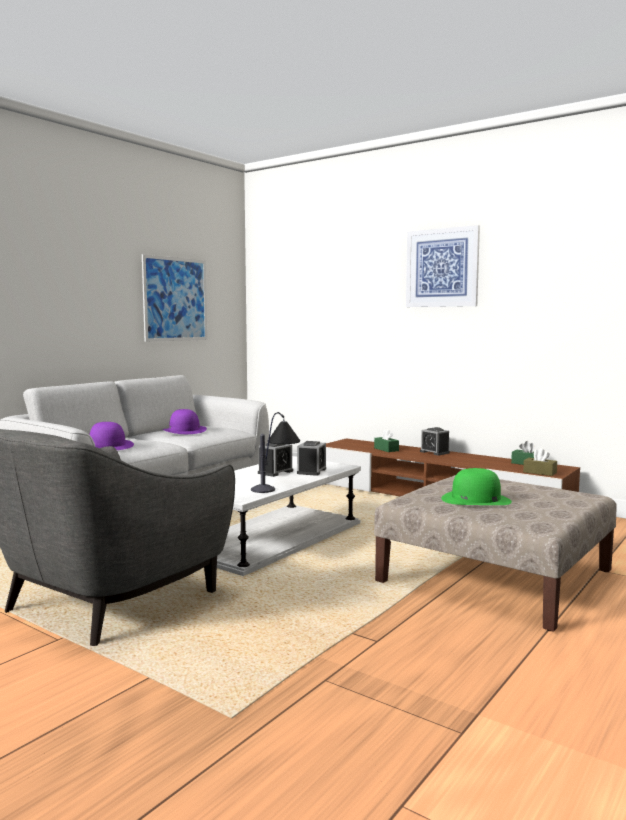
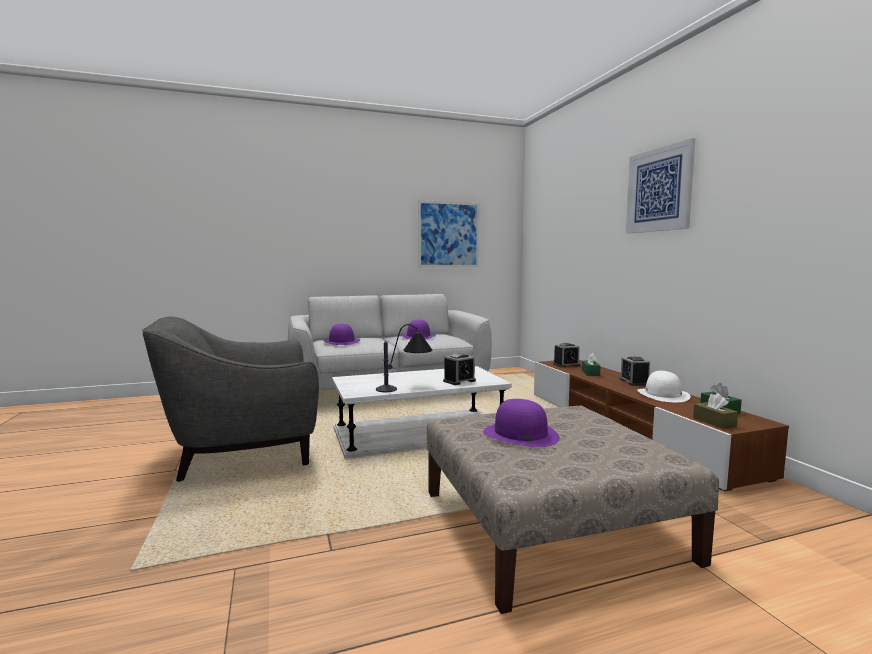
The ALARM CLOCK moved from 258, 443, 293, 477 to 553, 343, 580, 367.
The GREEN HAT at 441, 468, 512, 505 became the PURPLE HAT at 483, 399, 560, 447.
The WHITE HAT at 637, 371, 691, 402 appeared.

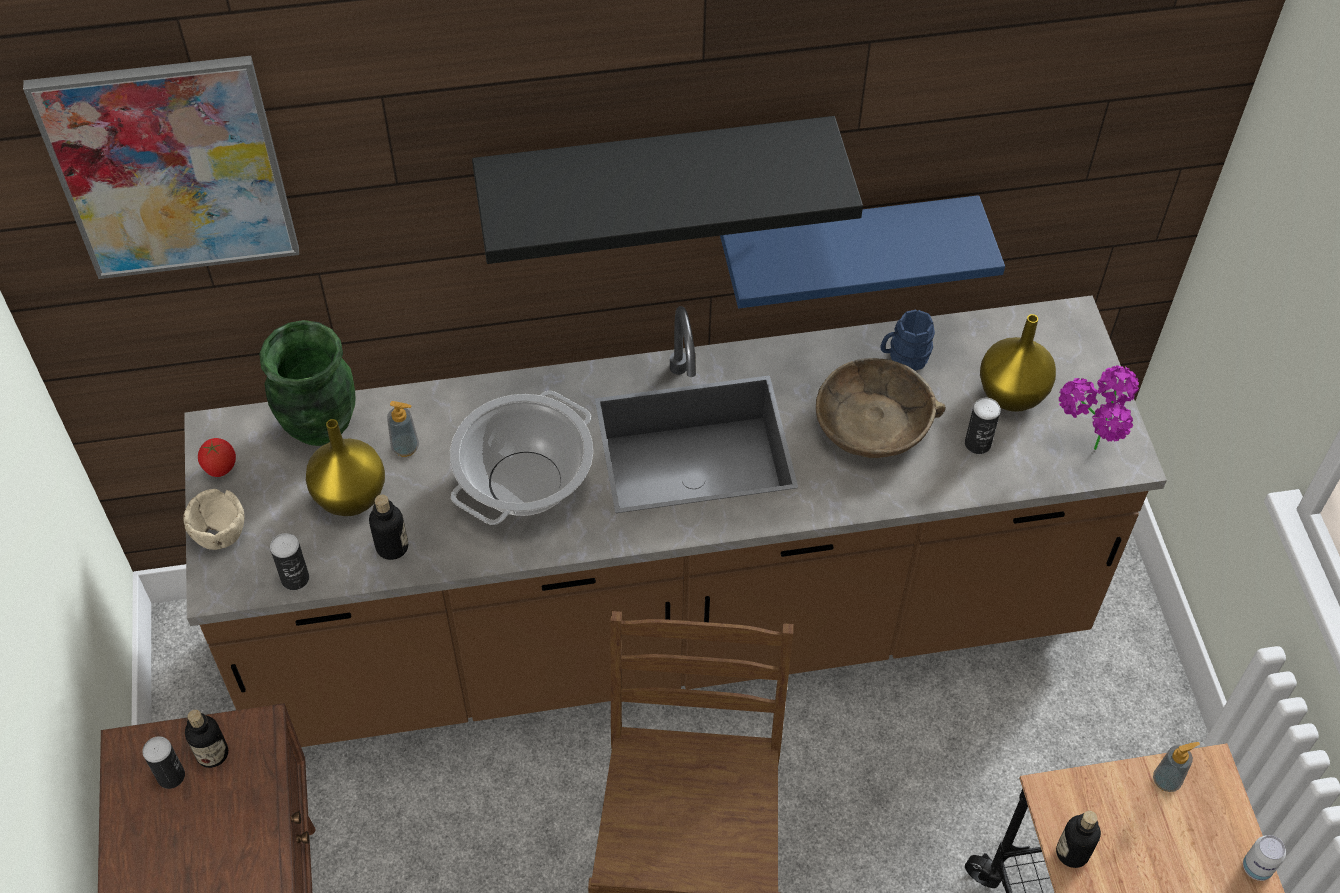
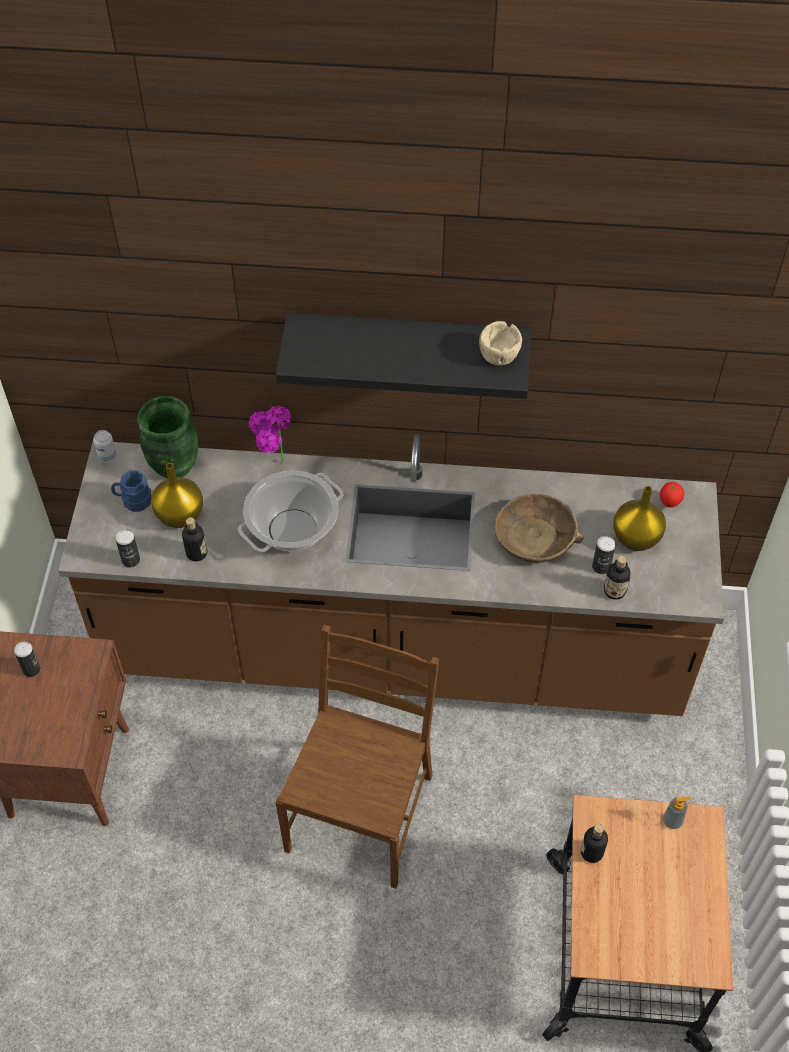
The PICTURE at 23, 56, 299, 279 disappeared.
The BEIGE BOWL moved from 183, 489, 245, 550 to 479, 321, 522, 365.
The BOTTLE moved from 185, 710, 228, 768 to 604, 556, 631, 600.
The TOMATO moved from 198, 438, 236, 477 to 660, 482, 684, 508.
The SOAP DISPENSER at 387, 401, 419, 457 disappeared.
The BLUE SHELF at 720, 195, 1005, 308 disappeared.
The BLUE MUG moved from 881, 310, 935, 371 to 111, 470, 152, 512.
The POTTED PLANT moved from 1059, 365, 1139, 450 to 248, 405, 291, 463.
The CAN moved from 1243, 835, 1286, 881 to 93, 430, 116, 461.

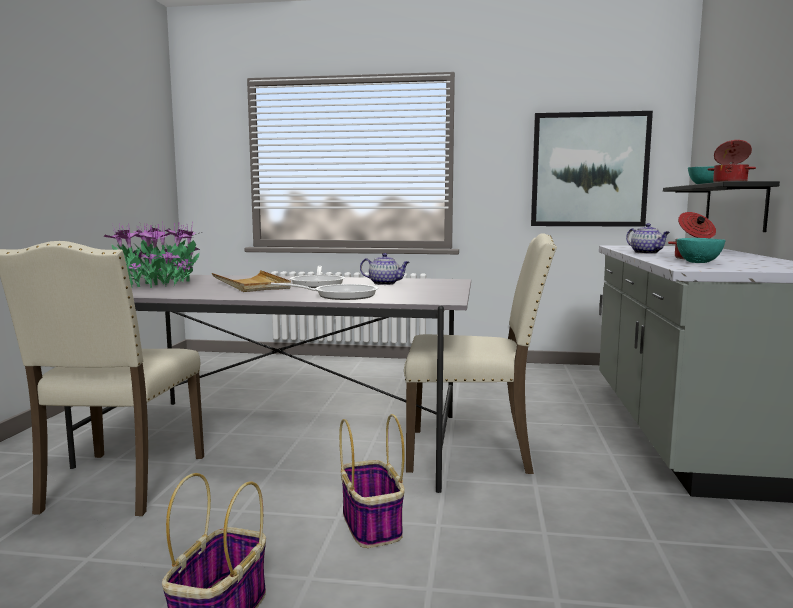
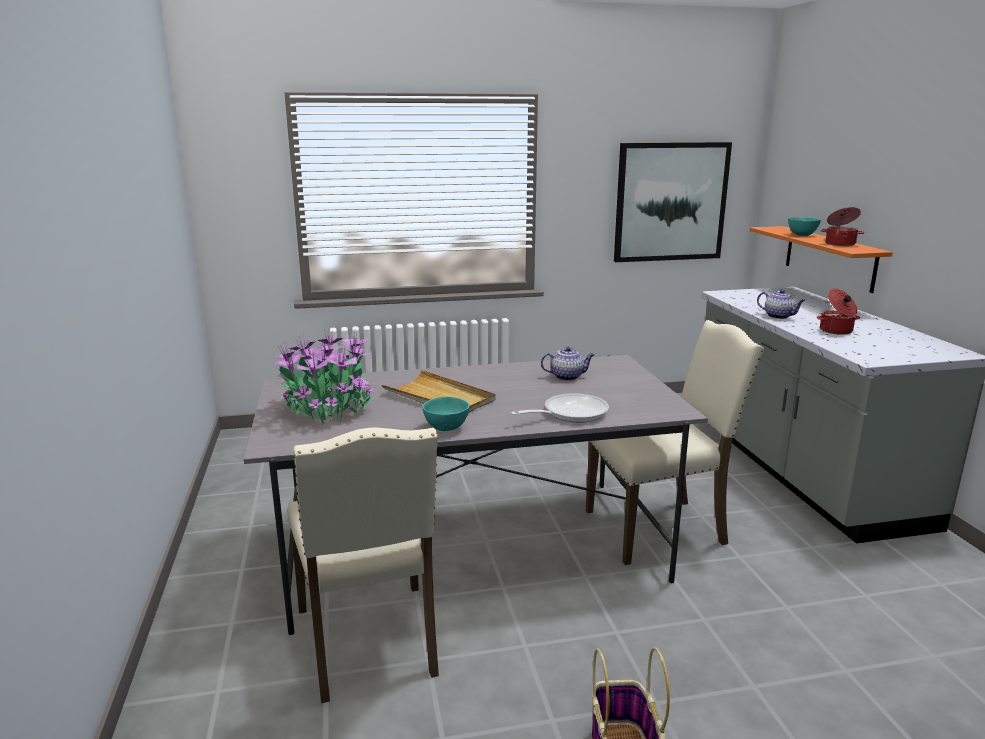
The FRYING PAN at 290, 266, 345, 288 disappeared.
The BASKET at 339, 414, 405, 548 disappeared.
The BLACK SHELF at 663, 181, 780, 232 became the ORANGE SHELF at 749, 226, 893, 293.
The TURQUOISE BOWL moved from 677, 238, 726, 263 to 422, 397, 470, 431.

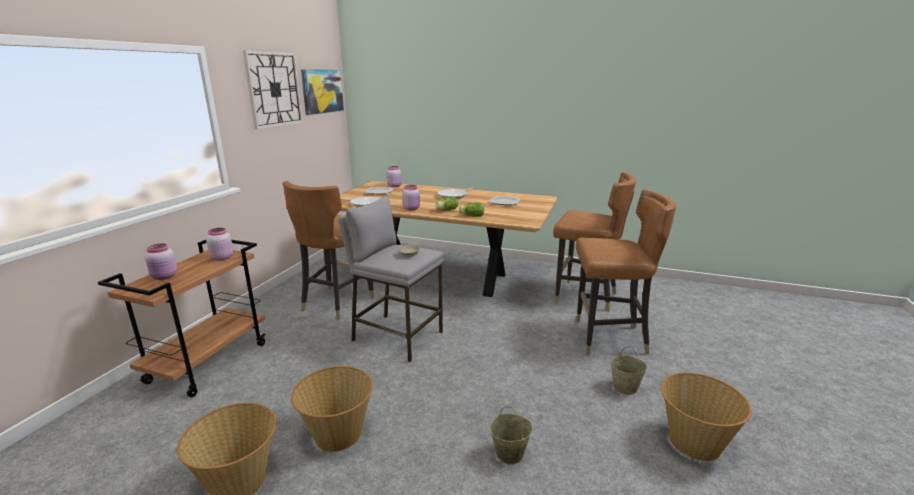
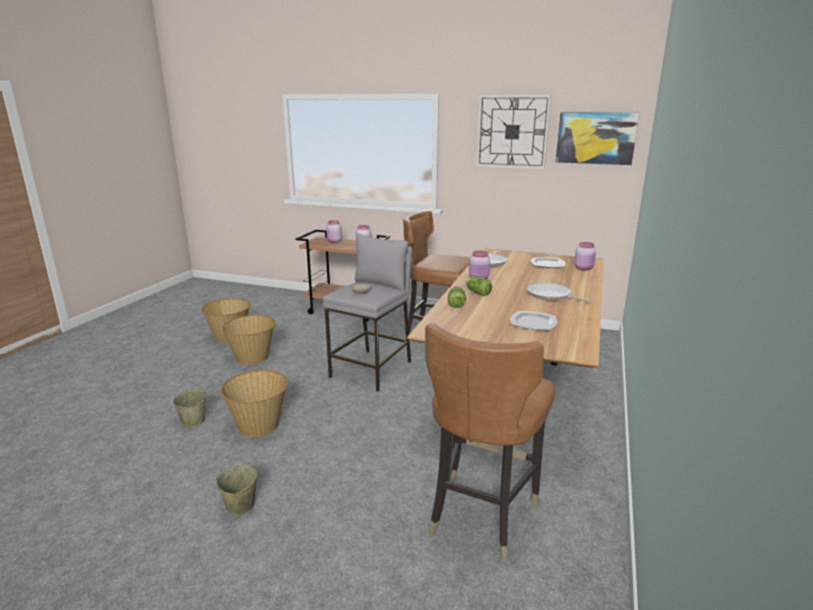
The BROWN CHAIR at 576, 189, 677, 355 disappeared.
The BASKET moved from 660, 372, 752, 461 to 220, 370, 289, 437.

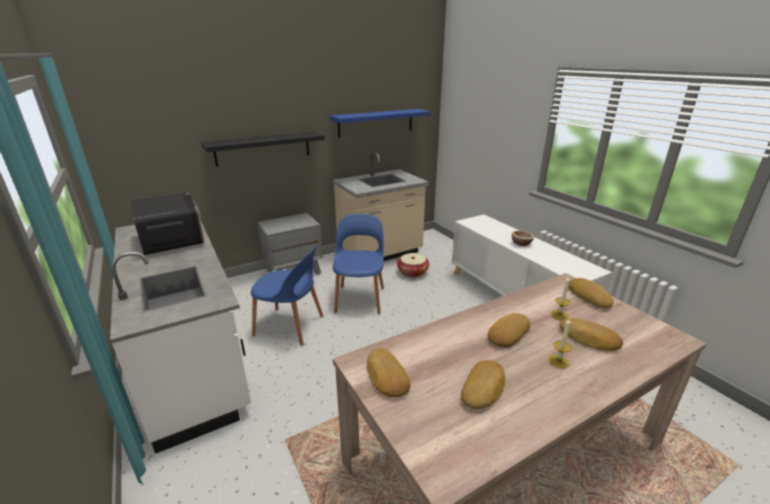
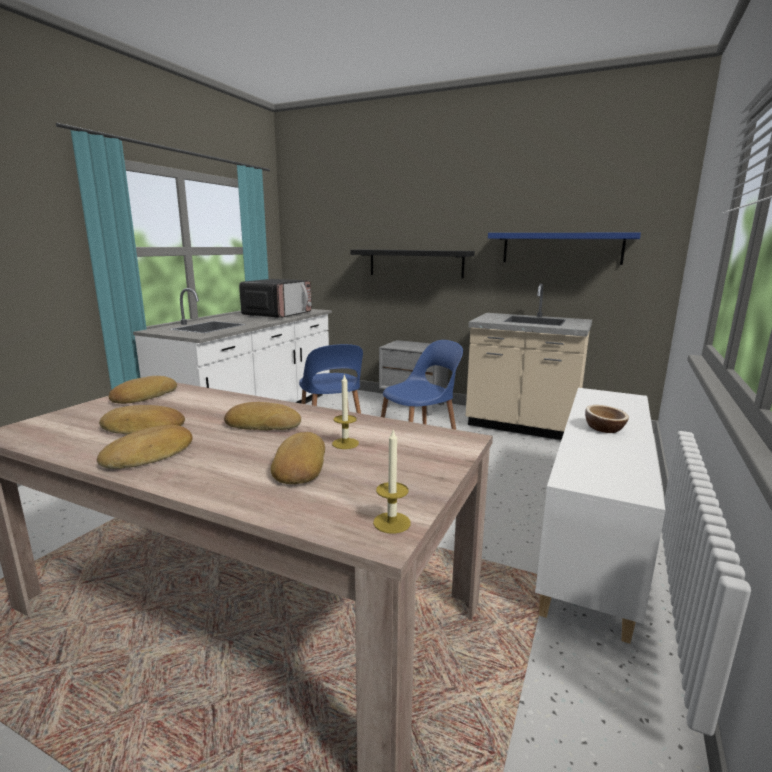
The BASKET at 397, 253, 429, 277 disappeared.
The CANDLE moved from 549, 319, 572, 368 to 373, 430, 411, 534.
The BREAD moved from 568, 278, 614, 309 to 97, 425, 193, 469.

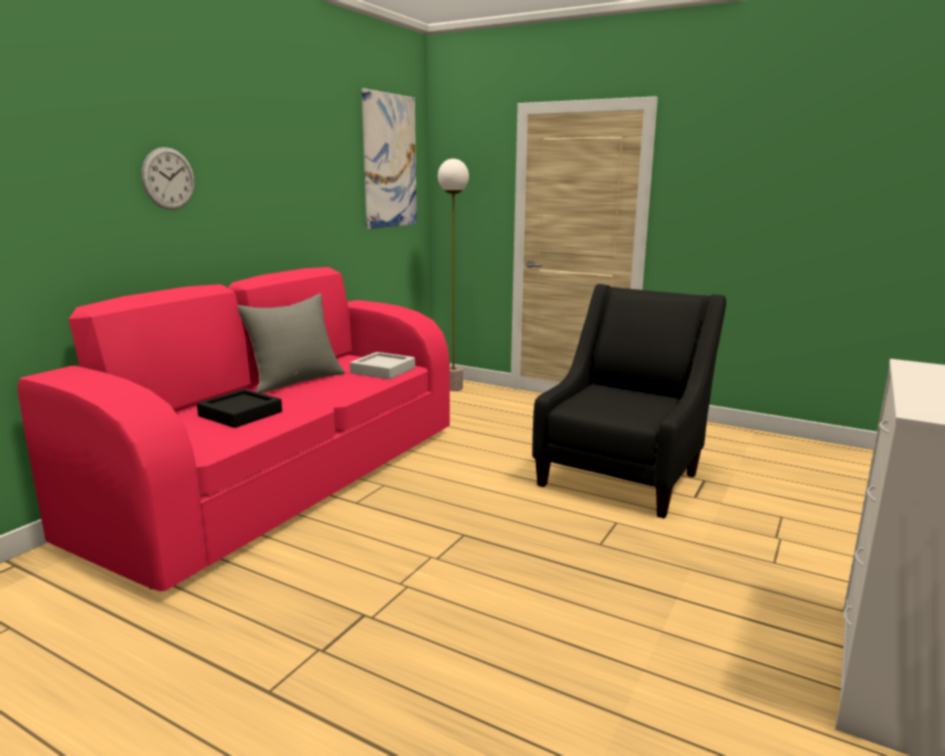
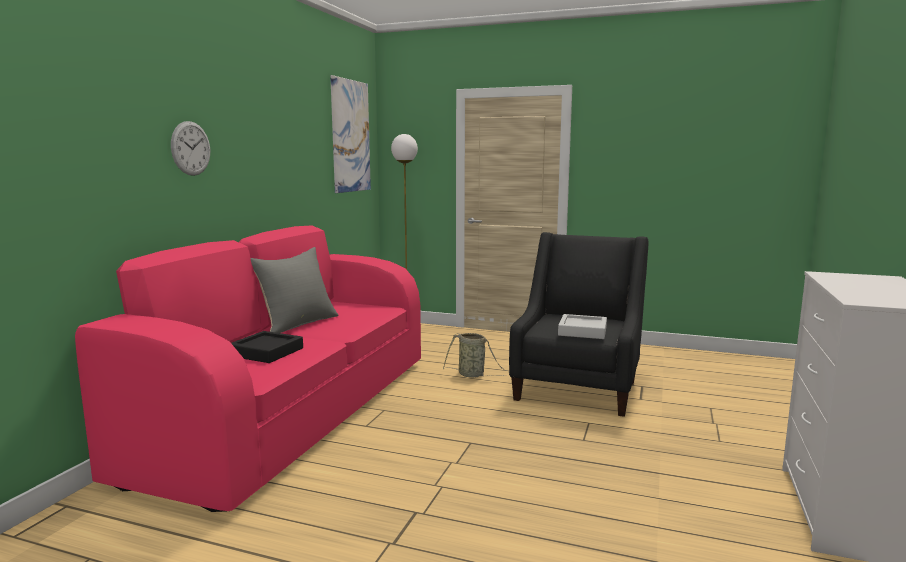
The GREY TRAY moved from 350, 352, 415, 380 to 558, 314, 607, 339.
The BASKET at 443, 333, 508, 378 appeared.

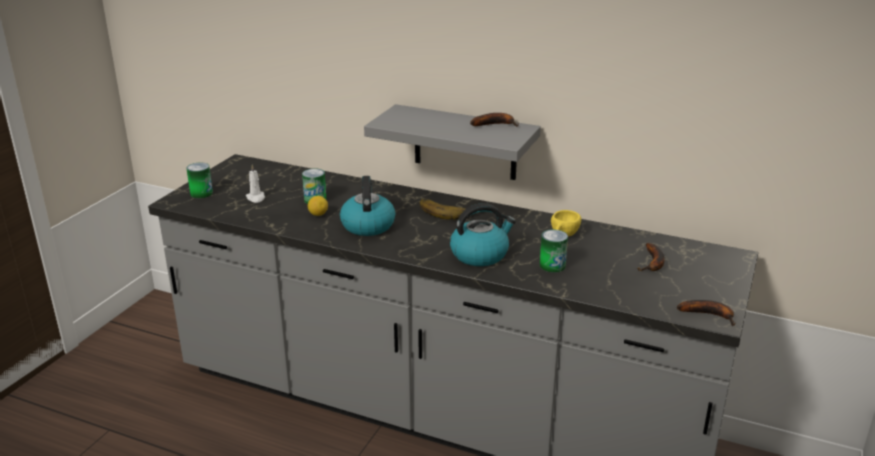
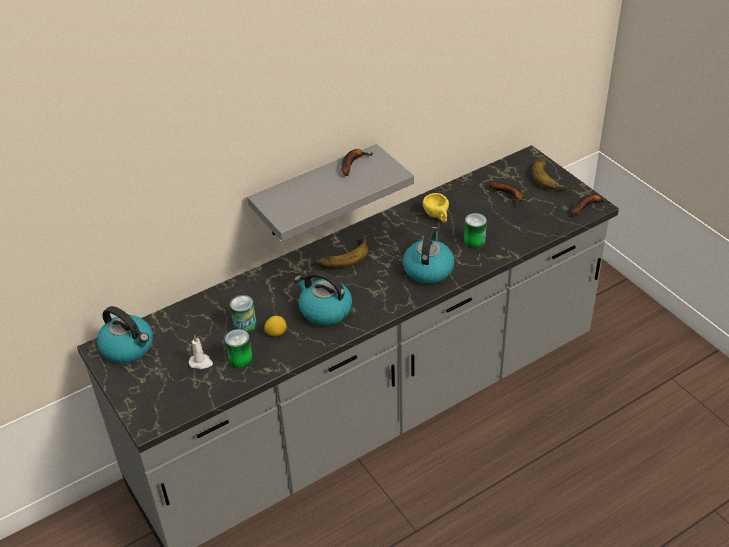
The CAN moved from 186, 163, 213, 198 to 225, 329, 253, 369.
The KETTLE at 97, 306, 153, 363 appeared.
The BANANA at 533, 158, 573, 191 appeared.

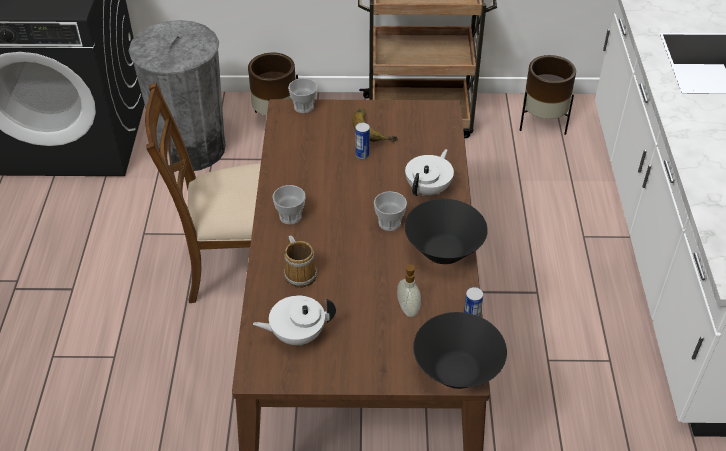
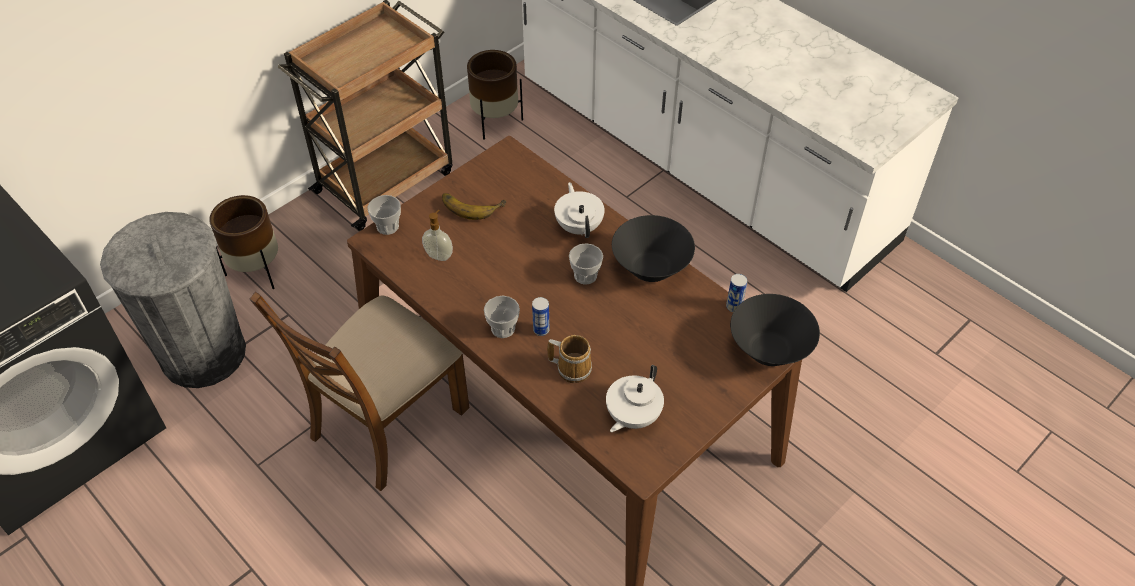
The CAN moved from 355, 123, 370, 159 to 532, 297, 549, 336.
The SOAP DISPENSER moved from 397, 264, 422, 317 to 422, 210, 453, 261.

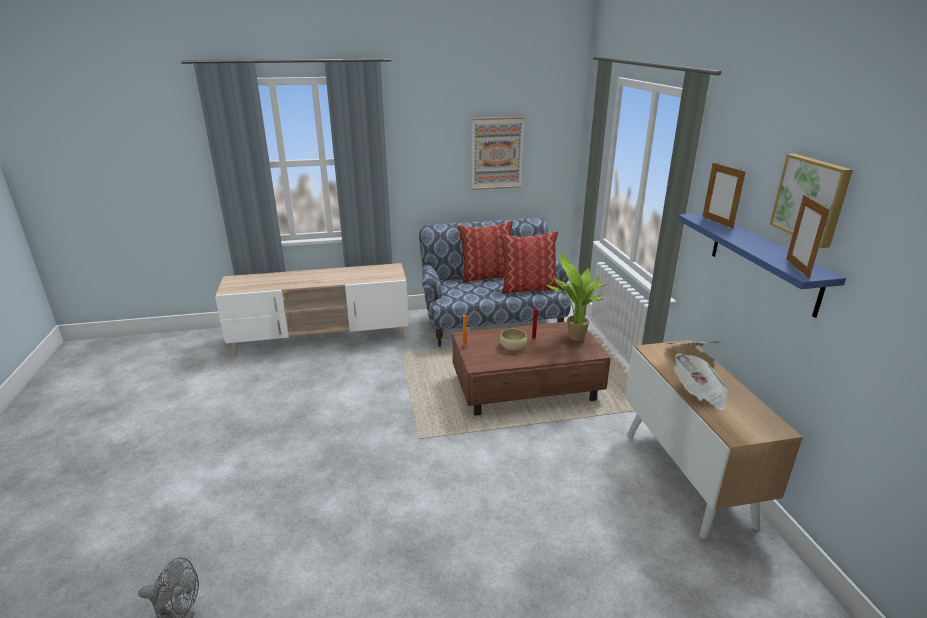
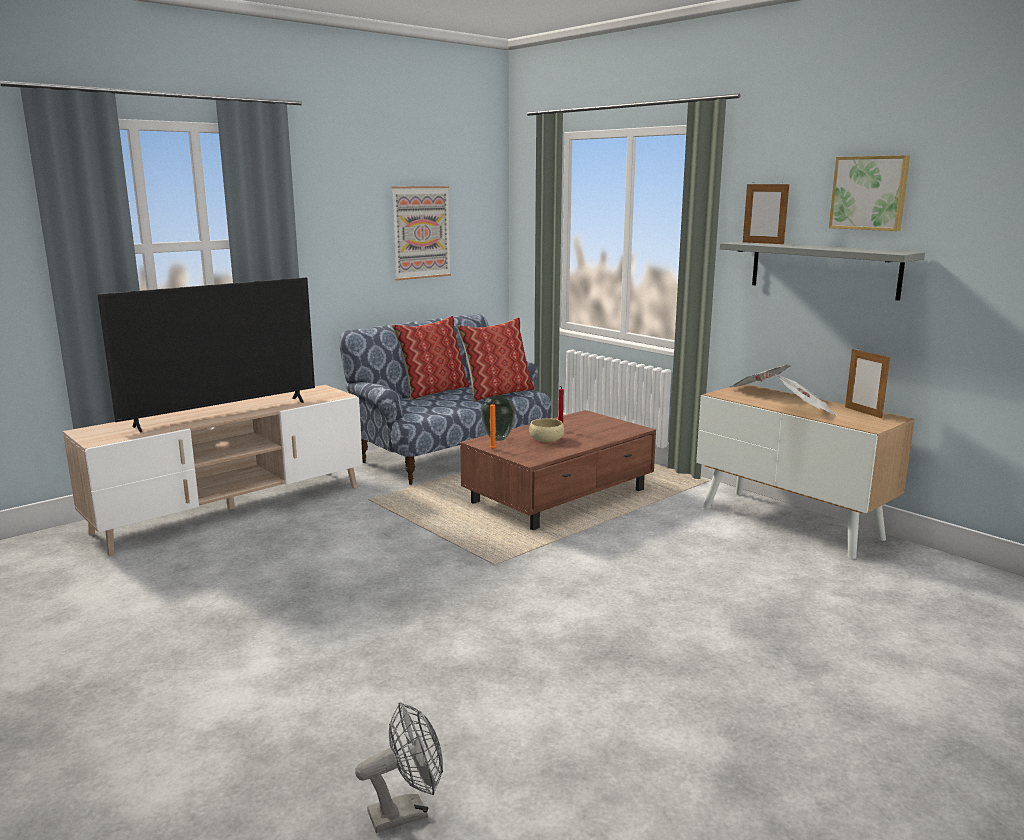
The POTTED PLANT at 546, 254, 611, 341 disappeared.
The BLUE SHELF at 678, 213, 846, 318 became the GREY SHELF at 720, 241, 925, 301.
The PICTURE FRAME moved from 786, 194, 830, 278 to 845, 349, 890, 418.
The TELEVISION at 97, 278, 315, 432 appeared.
The VASE at 481, 395, 515, 441 appeared.

